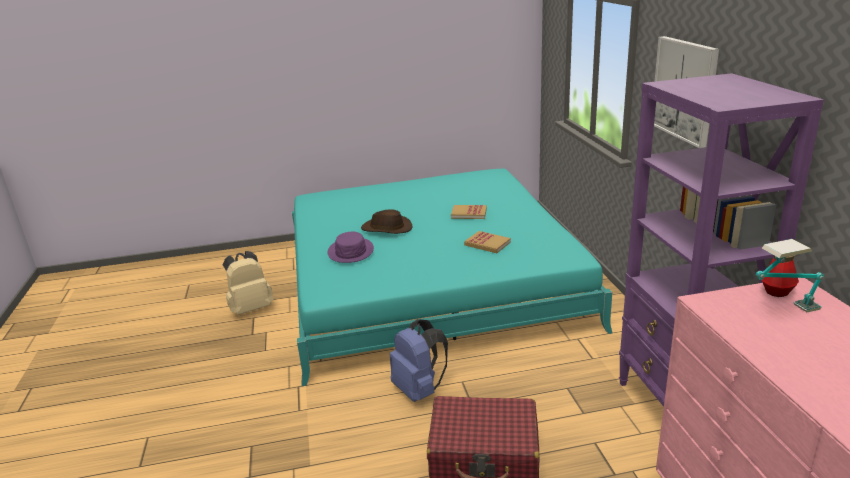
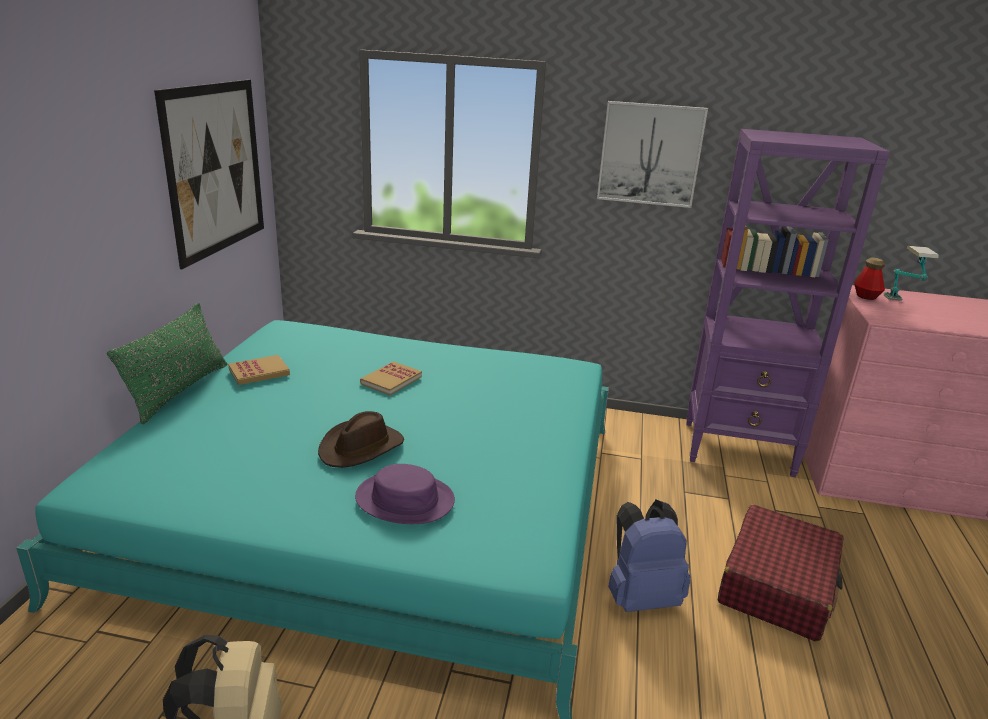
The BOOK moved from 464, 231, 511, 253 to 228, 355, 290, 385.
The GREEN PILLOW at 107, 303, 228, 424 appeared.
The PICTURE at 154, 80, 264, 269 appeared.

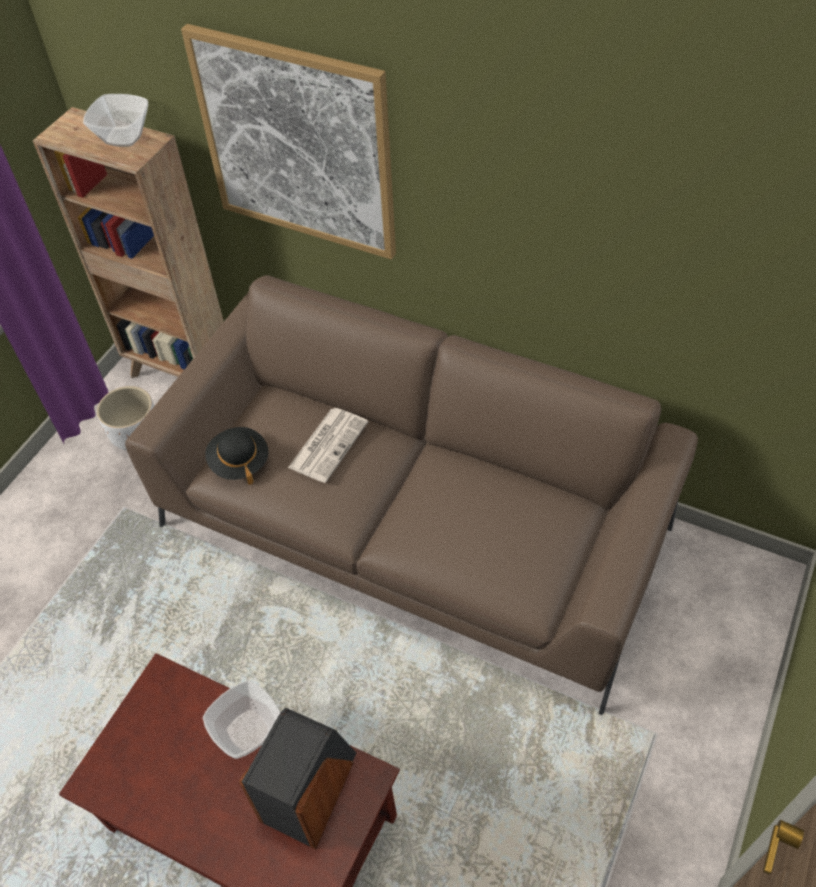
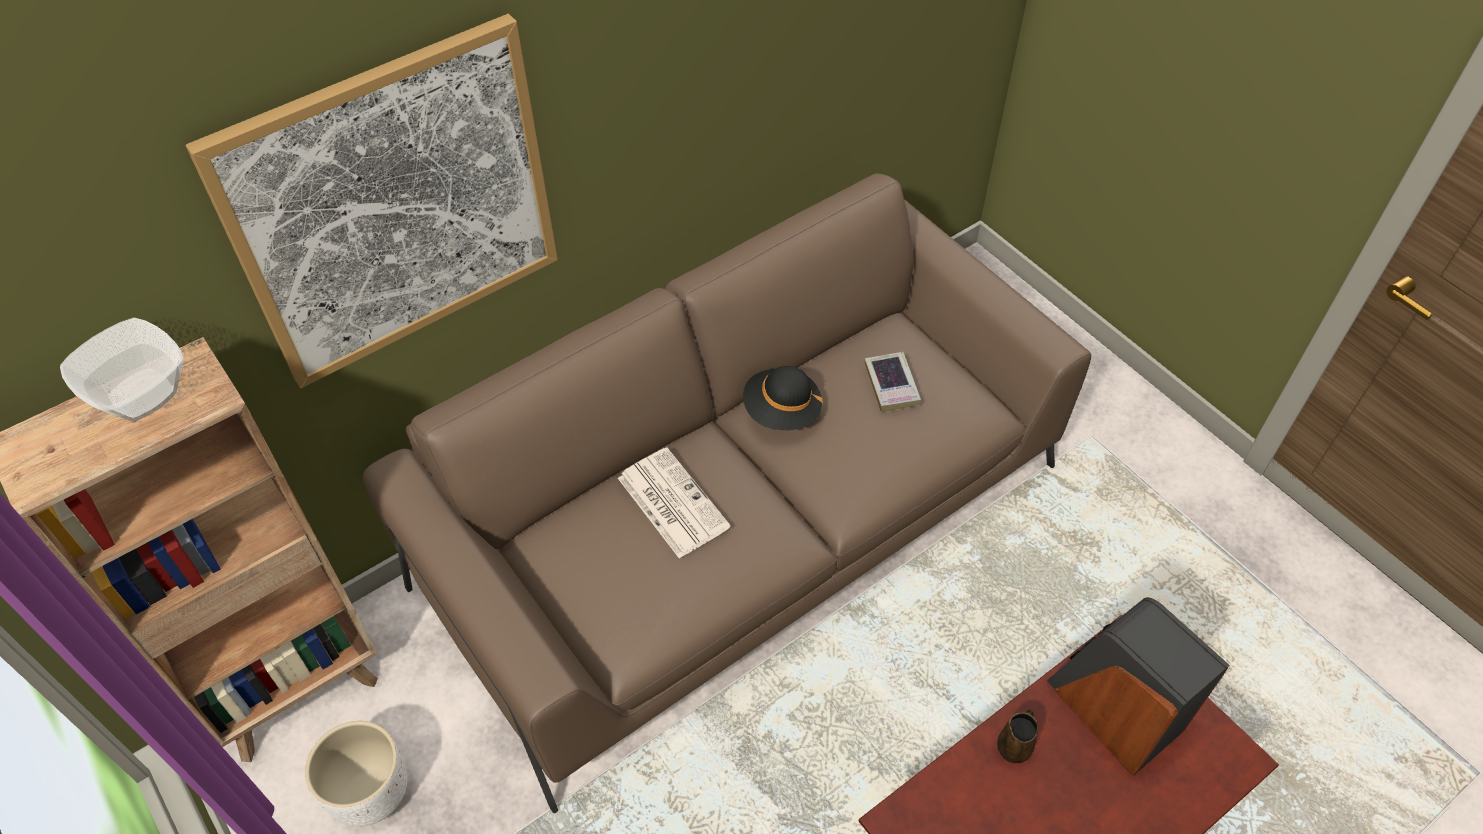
The BOWL at 203, 680, 281, 759 was replaced by the BROWN MUG at 997, 710, 1038, 763.
The BLACK HAT moved from 205, 427, 268, 485 to 743, 366, 823, 430.
The BOOK at 865, 352, 921, 412 appeared.

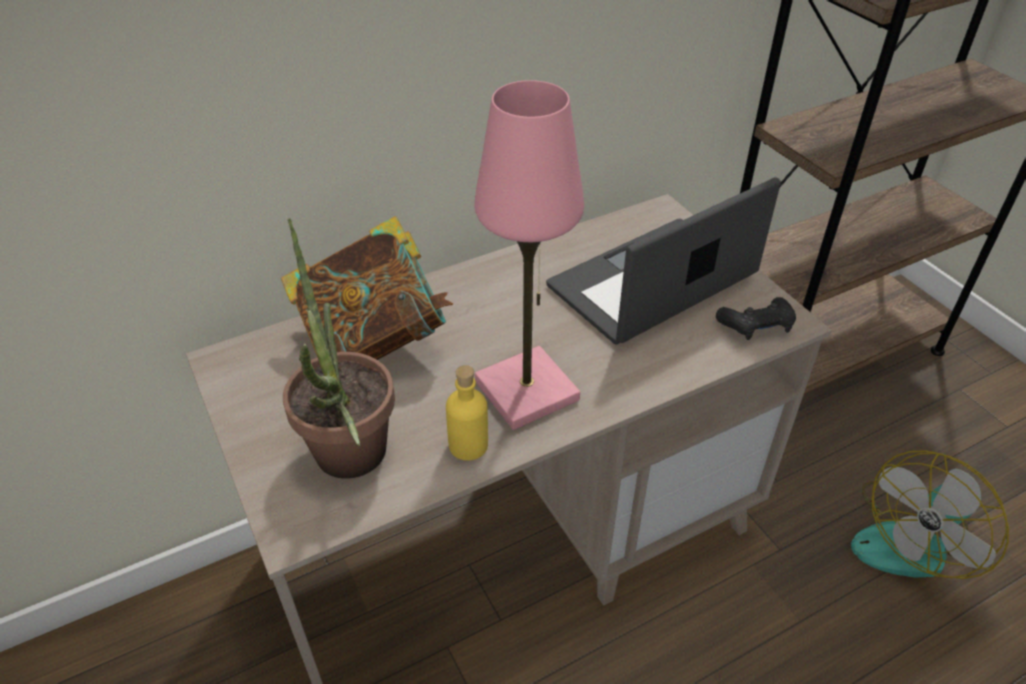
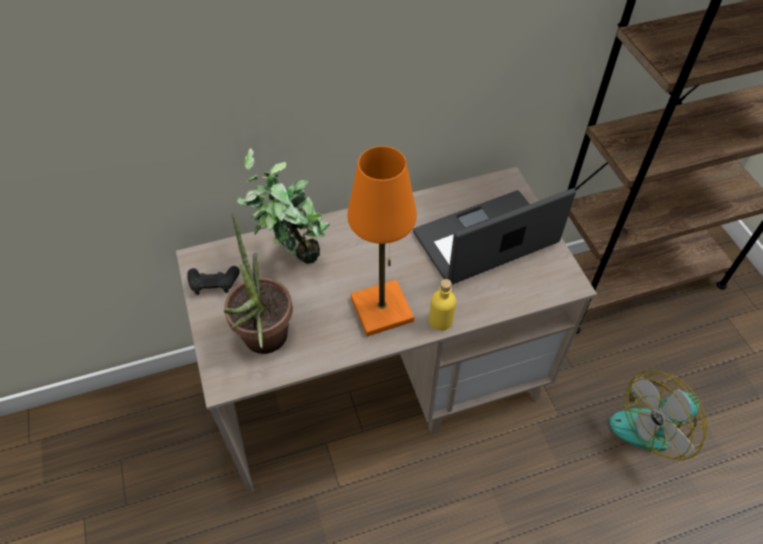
The BOOK at 281, 216, 453, 360 was replaced by the POTTED PLANT at 237, 148, 330, 264.
The YELLOW BOTTLE moved from 446, 365, 488, 461 to 429, 279, 456, 331.
The PINK TABLE LAMP at 474, 80, 584, 430 became the ORANGE TABLE LAMP at 347, 146, 417, 336.
The BLACK GAME CONTROLLER moved from 716, 297, 796, 340 to 187, 266, 240, 295.

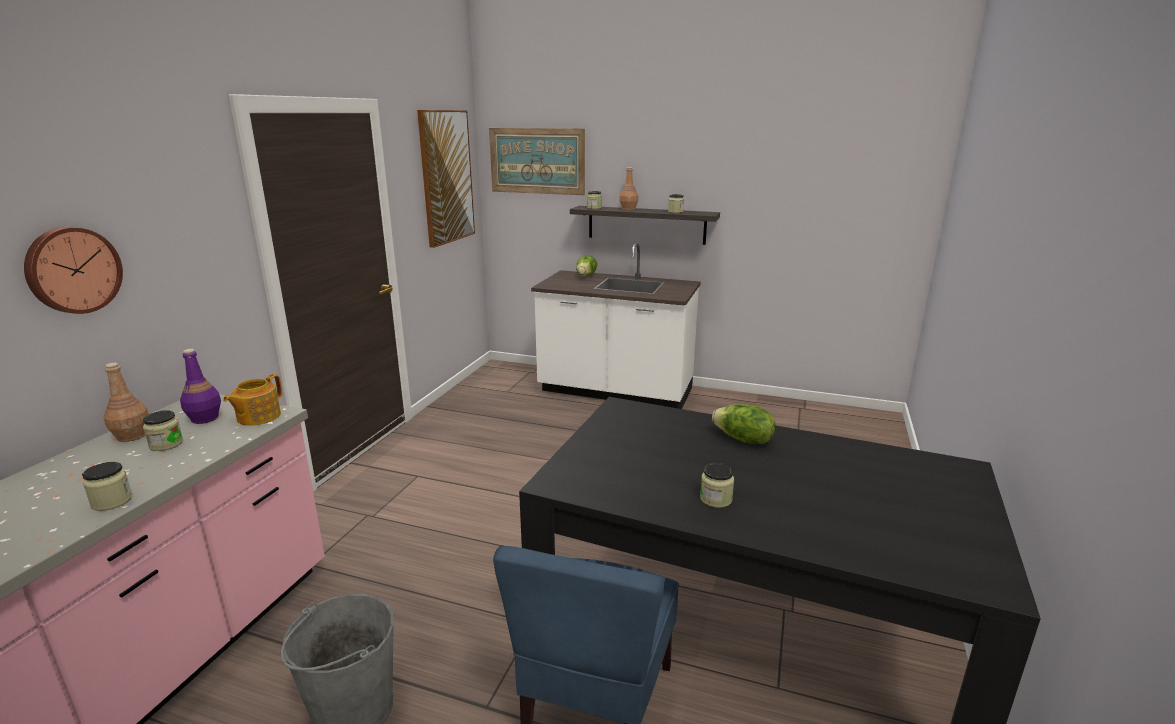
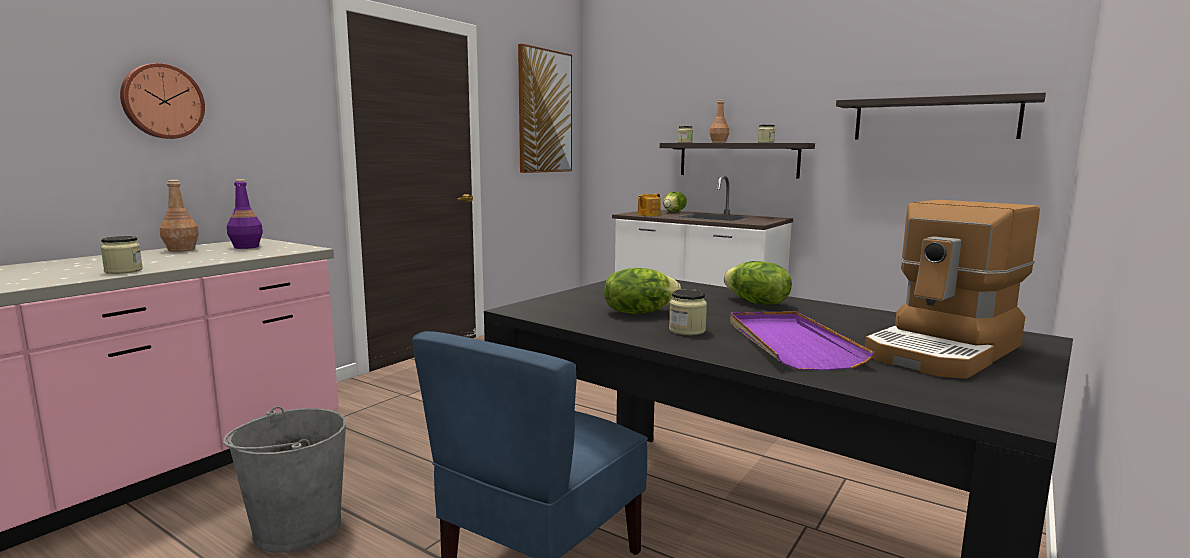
The JAR at 143, 410, 183, 451 disappeared.
The TEAPOT moved from 223, 374, 283, 426 to 638, 193, 661, 216.
The PICTURE at 489, 128, 585, 195 disappeared.
The LETTUCE at 604, 268, 681, 314 appeared.
The PURPLE TRAY at 730, 312, 875, 371 appeared.
The SHELF at 836, 93, 1046, 140 appeared.
The COFFEE MACHINE at 865, 200, 1040, 379 appeared.

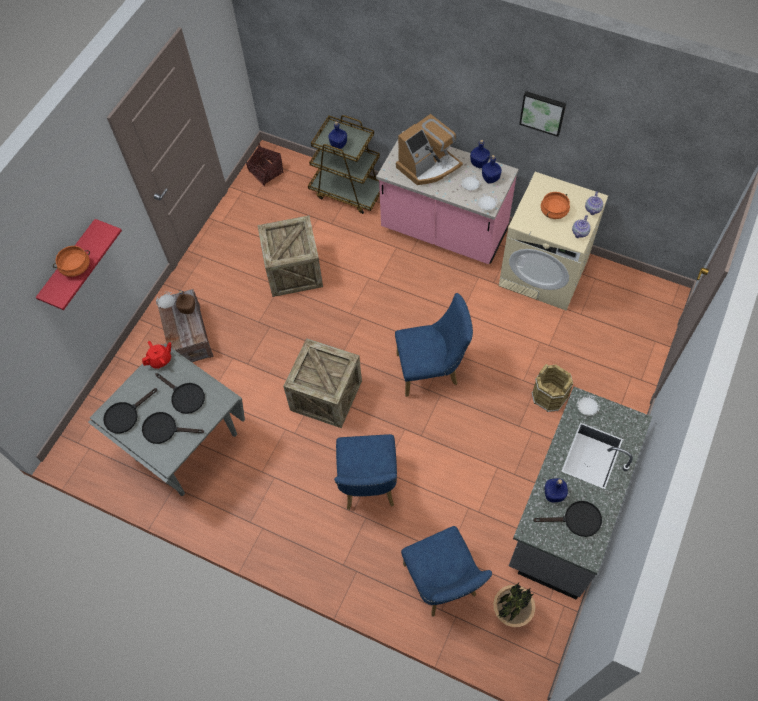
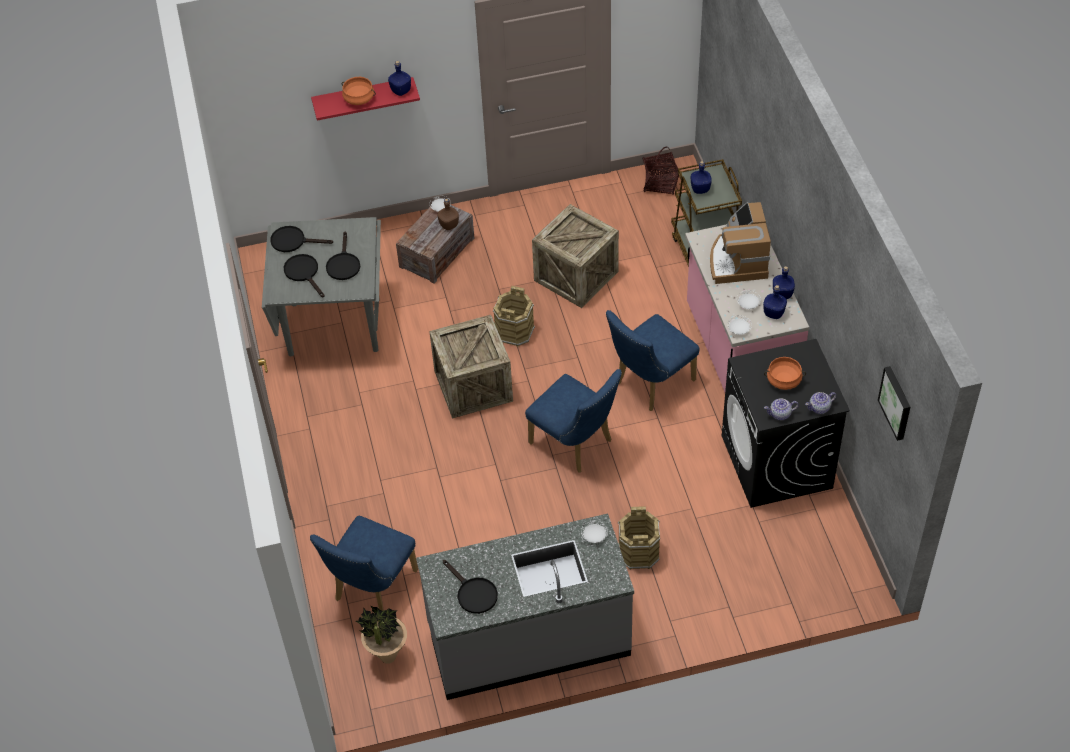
The RED TEAPOT at 142, 341, 171, 369 disappeared.
The BLUE CHAIR moved from 334, 434, 397, 510 to 606, 310, 700, 411.
The COFFEE MACHINE at 396, 114, 463, 185 turned 75 degrees clockwise.
The BEIGE WASHING MACHINE at 499, 172, 608, 311 became the BLACK WASHING MACHINE at 722, 339, 850, 508.
The PICTURE moved from 519, 91, 566, 137 to 878, 366, 911, 441.
The BLUE BOTTLE moved from 545, 478, 568, 502 to 388, 61, 411, 96.
The BROWN BUCKET at 493, 286, 535, 347 appeared.

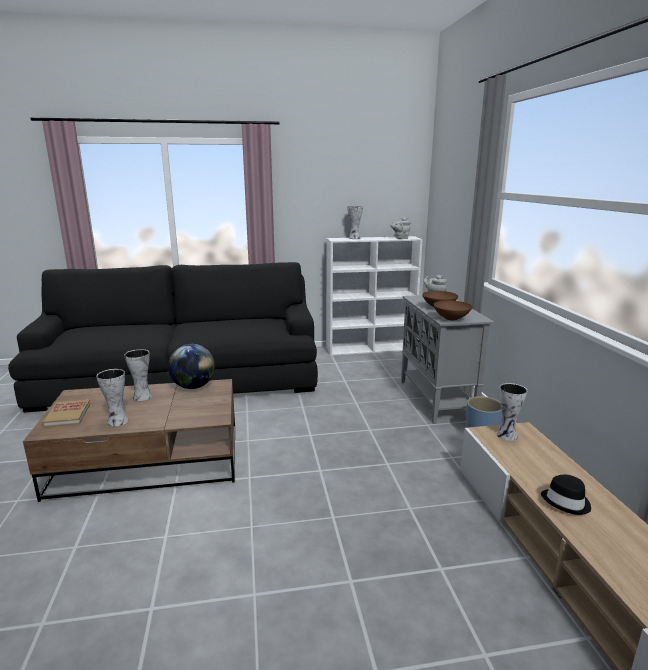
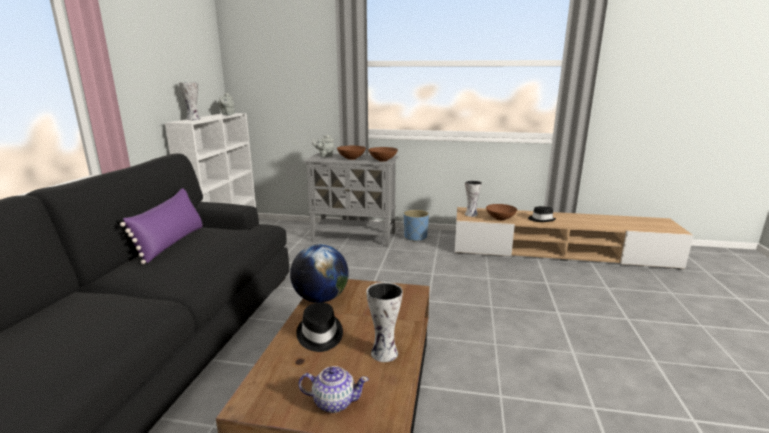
The BOOK at 42, 400, 90, 427 was replaced by the TEAPOT at 299, 366, 369, 413.
The VASE at 124, 349, 152, 401 was replaced by the BLACK HAT at 296, 303, 343, 352.
The PURPLE PILLOW at 120, 188, 202, 264 appeared.
The BROWN BOWL at 486, 204, 517, 221 appeared.

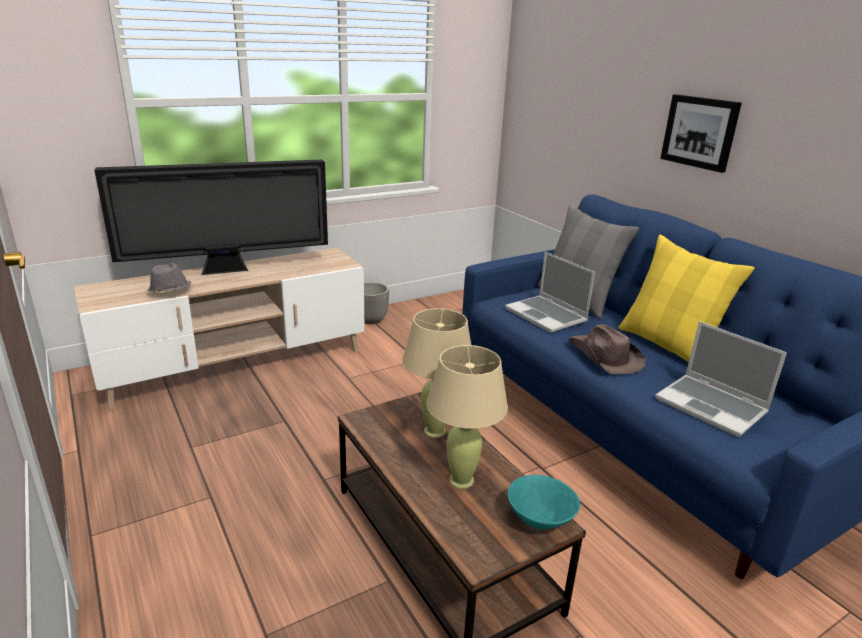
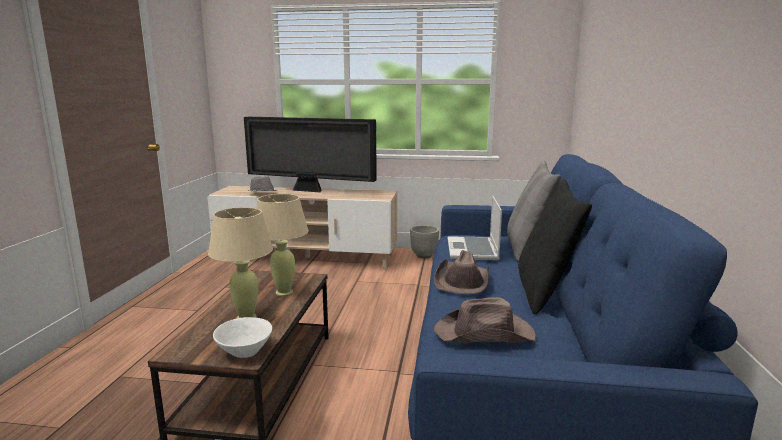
The TURQUOISE BOWL at 508, 475, 580, 530 became the WHITE BOWL at 213, 317, 272, 358.
The YELLOW PILLOW at 619, 235, 755, 363 became the BLACK PILLOW at 518, 180, 592, 314.
The LAPTOP at 655, 321, 787, 437 was replaced by the BROWN HAT at 434, 297, 536, 343.
The PICTURE at 660, 94, 742, 173 disappeared.

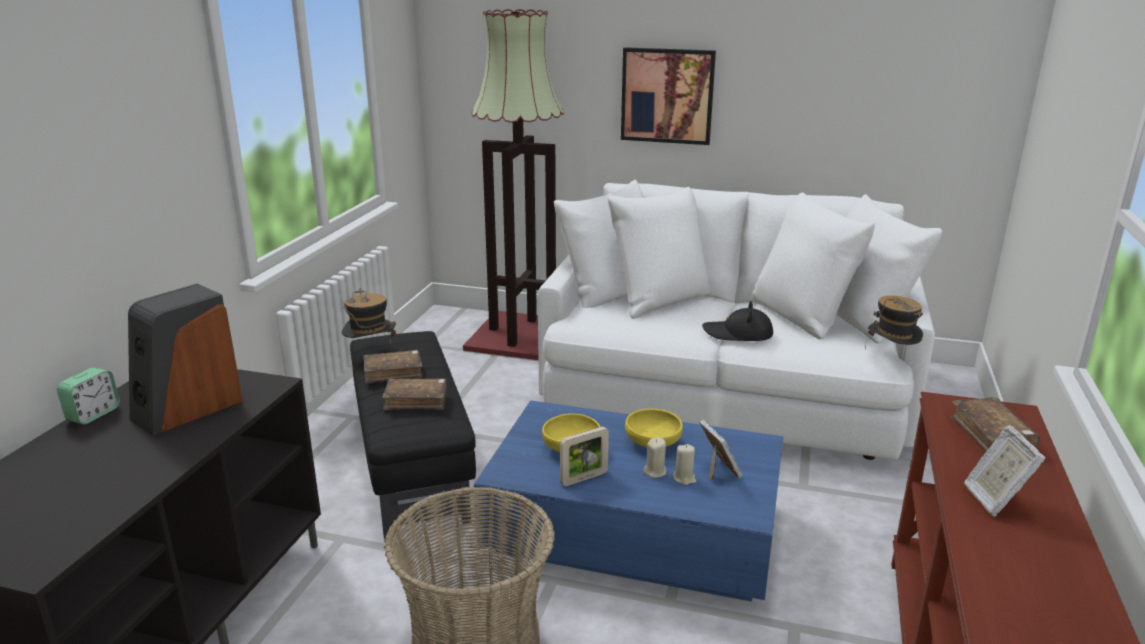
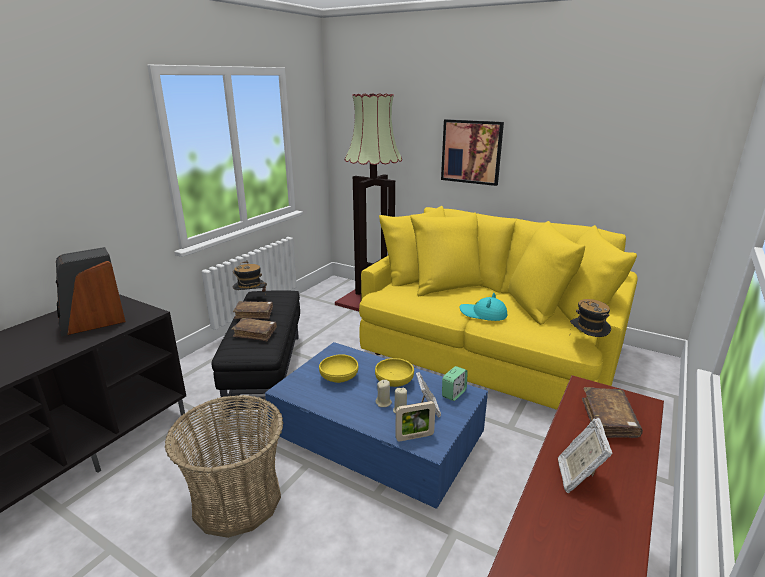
The ALARM CLOCK moved from 57, 368, 120, 424 to 442, 366, 468, 401.
The WHITE SOFA at 538, 180, 942, 460 became the YELLOW SOFA at 359, 206, 638, 410.
The PICTURE FRAME moved from 560, 426, 609, 486 to 395, 401, 436, 441.
The BLACK HAT at 702, 301, 773, 341 became the TURQUOISE HAT at 459, 293, 507, 321.

